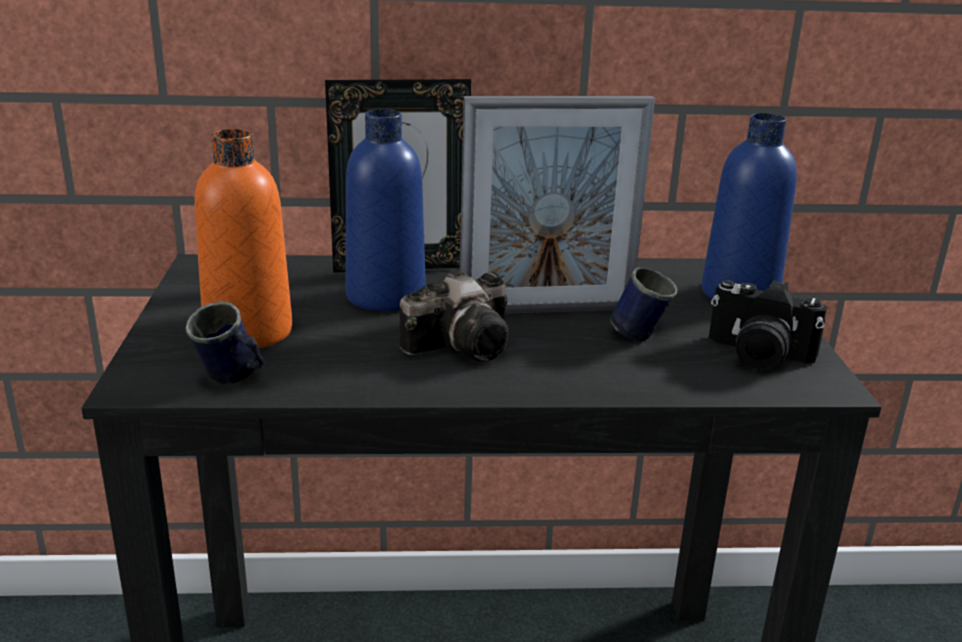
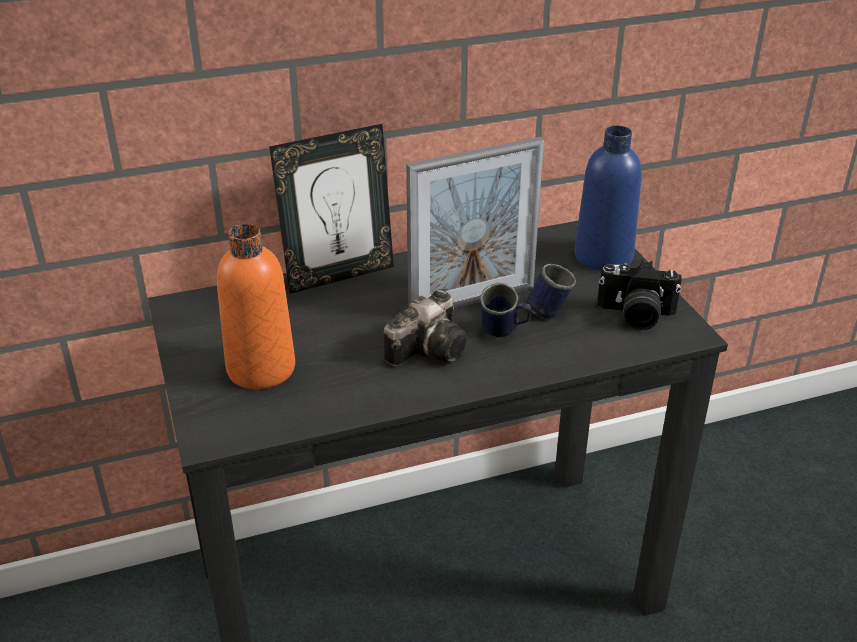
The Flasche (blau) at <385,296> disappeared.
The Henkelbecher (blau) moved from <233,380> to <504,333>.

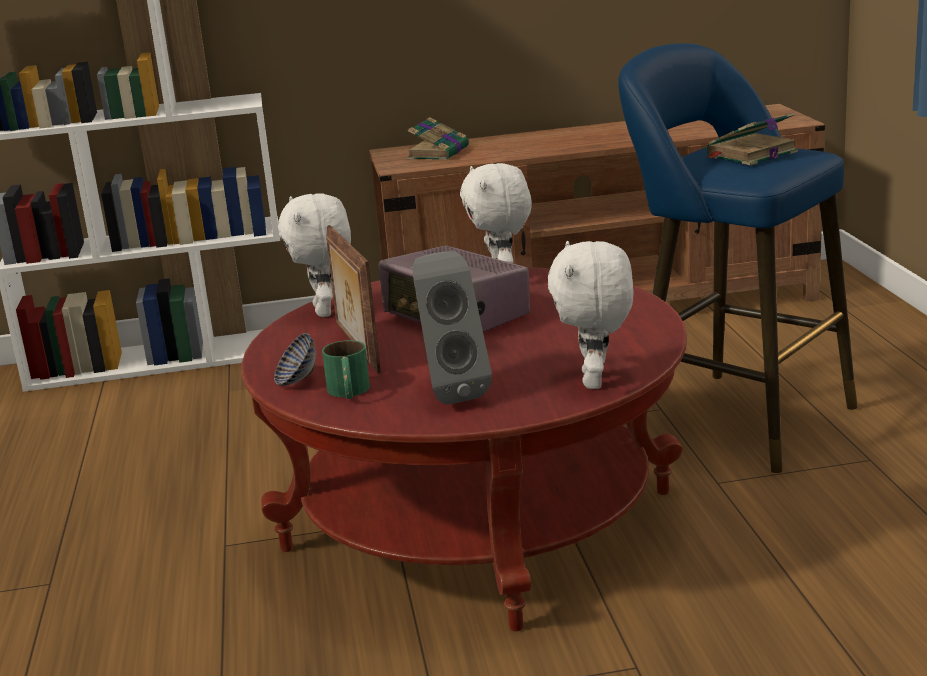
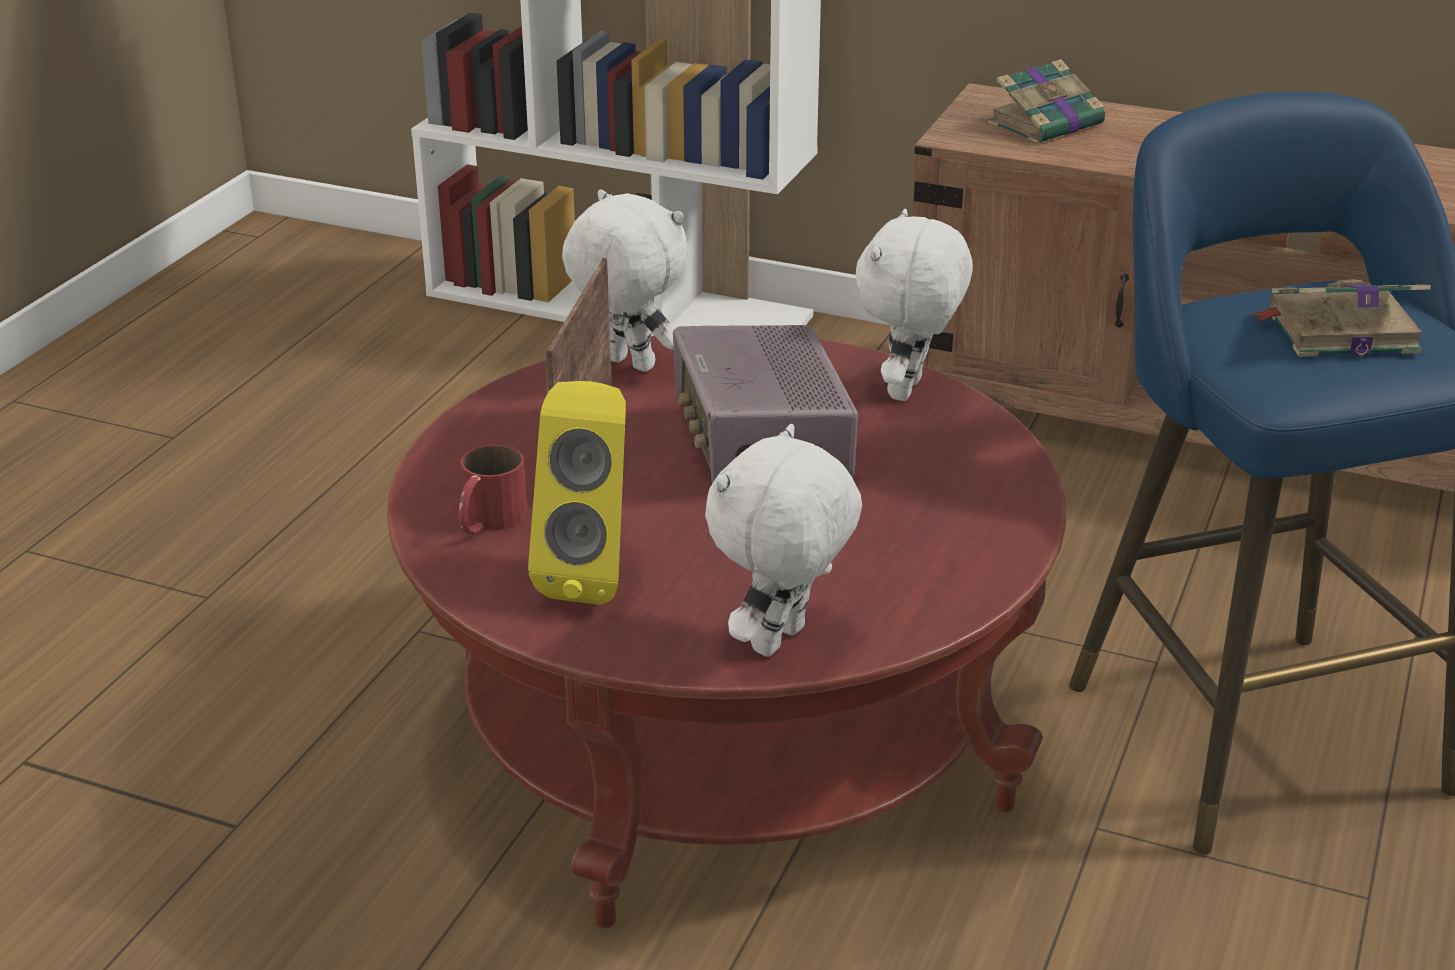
The Schüssel at <297,380> disappeared.
The Henkelbecher (grün) at <348,392> became the Henkelbecher (rot) at <487,521>.
The Lautsprecher (grau) at <449,392> became the Lautsprecher (gelb) at <593,575>.
The Plüschtier (weiß) at <326,311> turned 105 degrees clockwise.

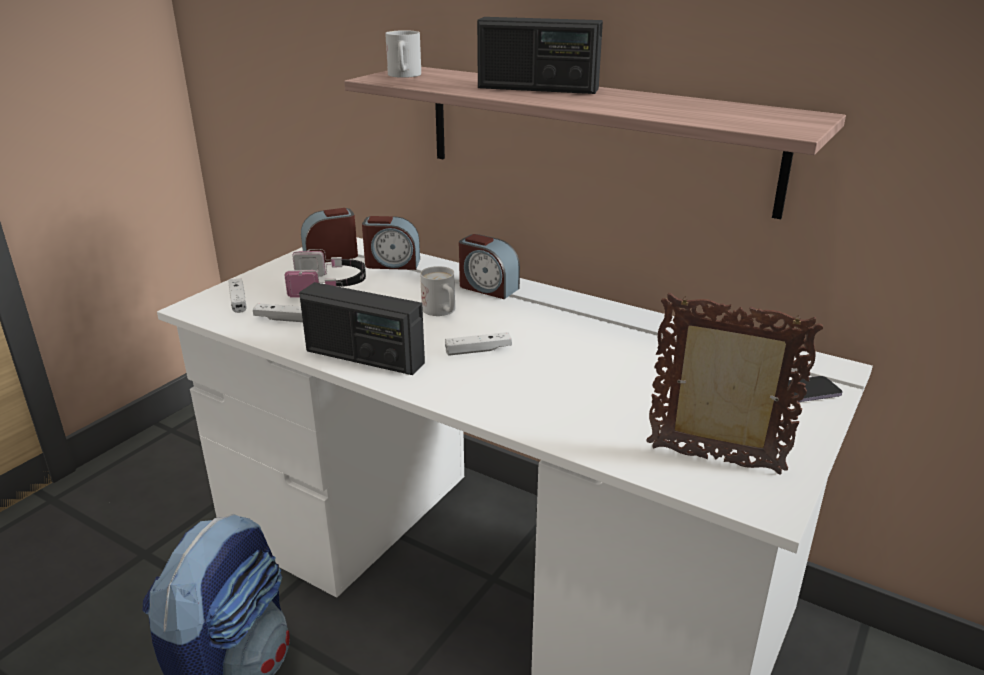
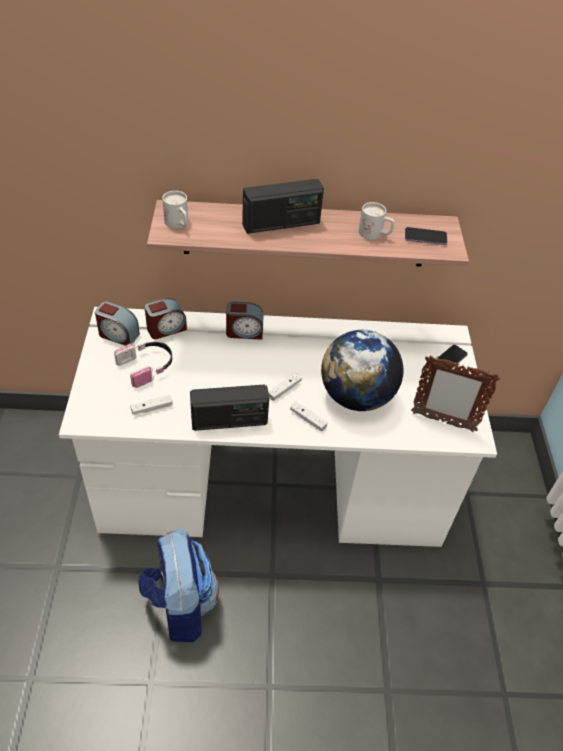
The Globus at <356,396> appeared.
The Handy at <425,237> appeared.
The Gamepad (weiß) moved from <238,301> to <308,419>.
The Henkelbecher (weiß) moved from <442,312> to <375,234>.
The Wecker at <331,256> turned 105 degrees counterclockwise.
The Bilderrahmen at <715,461> turned 150 degrees counterclockwise.

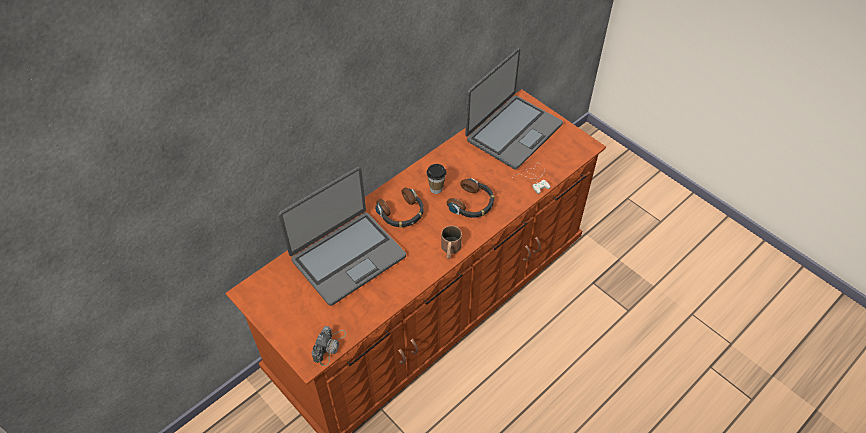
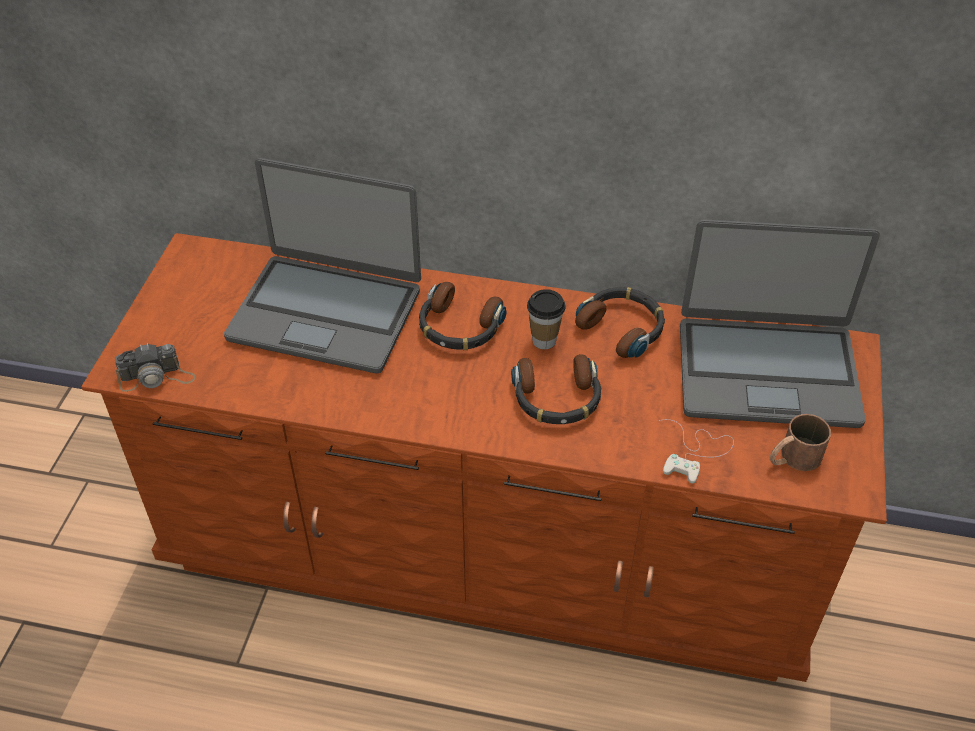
The Kopfhörer at <622,327> appeared.
The Henkelbecher (braun) moved from <450,250> to <792,458>.

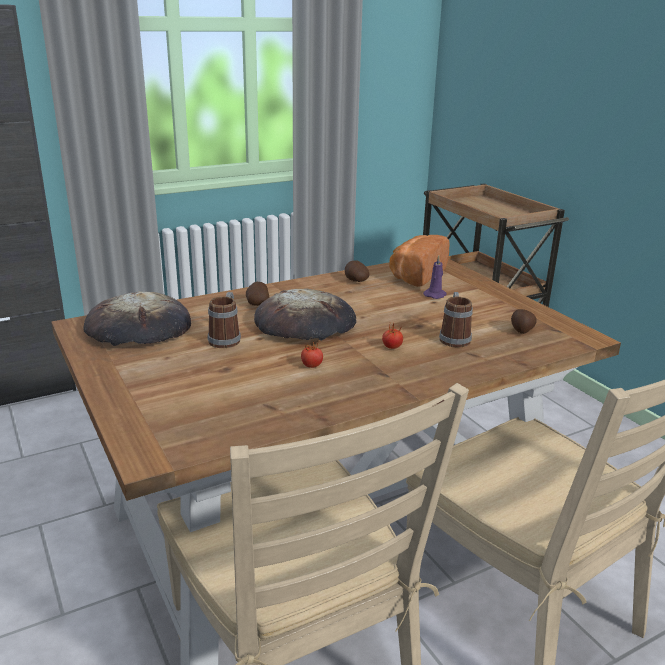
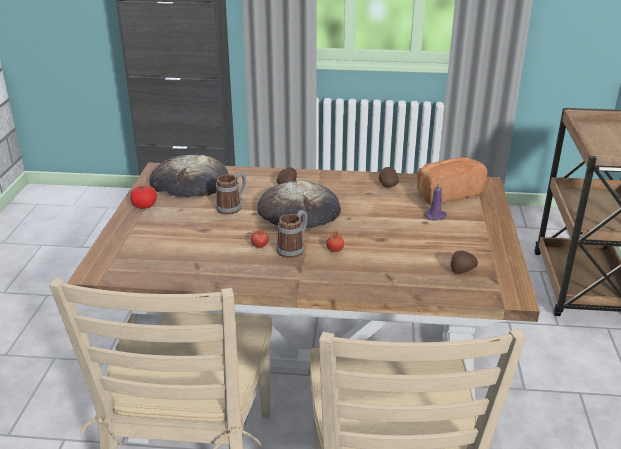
The Tomate at <144,206> appeared.
The Henkelbecher moved from <454,338> to <294,248>.

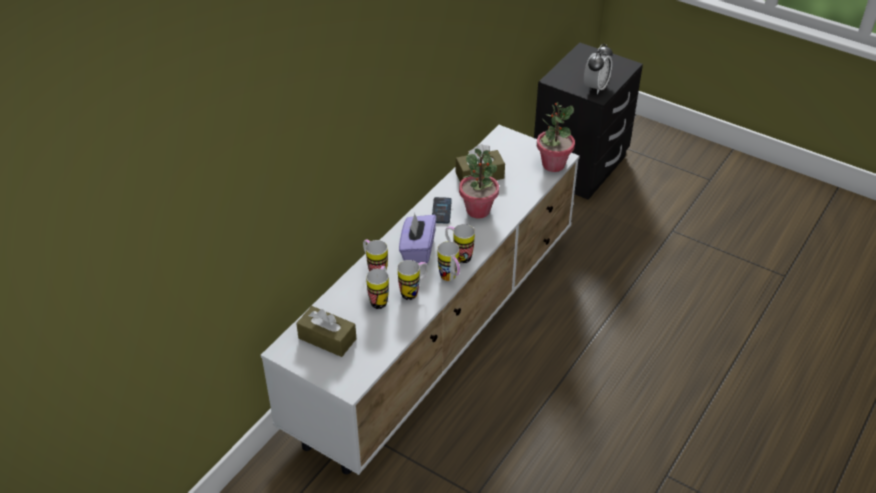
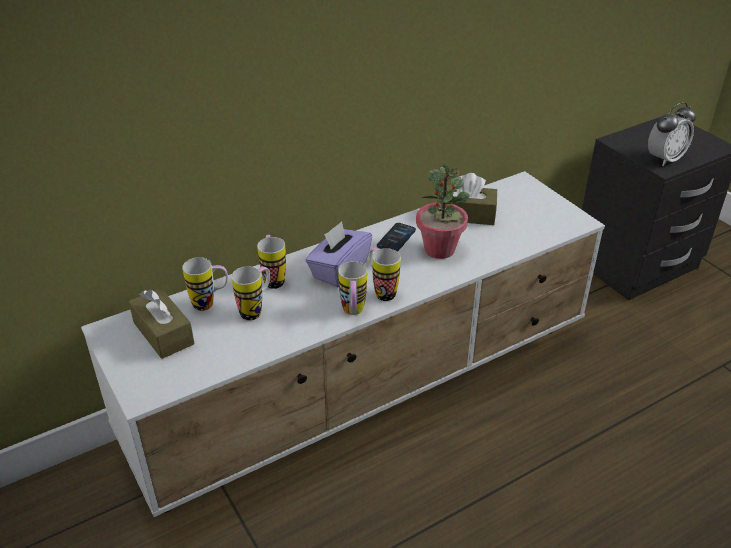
The Topfpflanze at <553,164> disappeared.
The Henkelbecher moved from <414,292> to <210,303>.

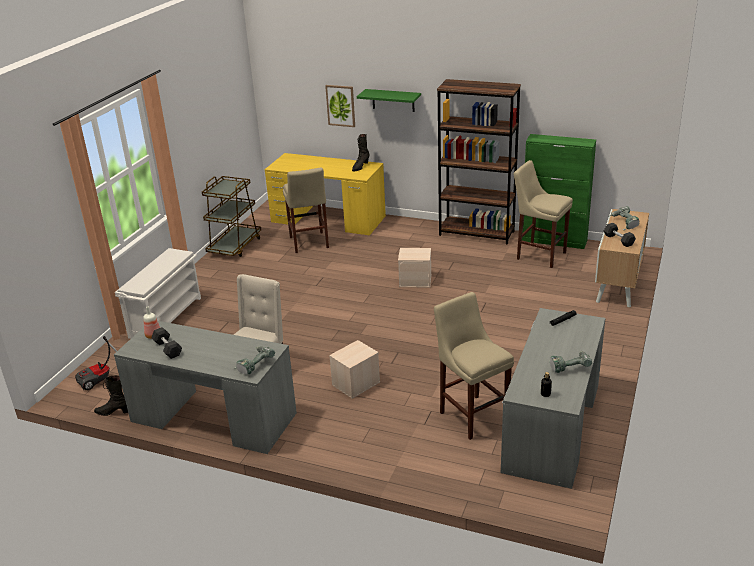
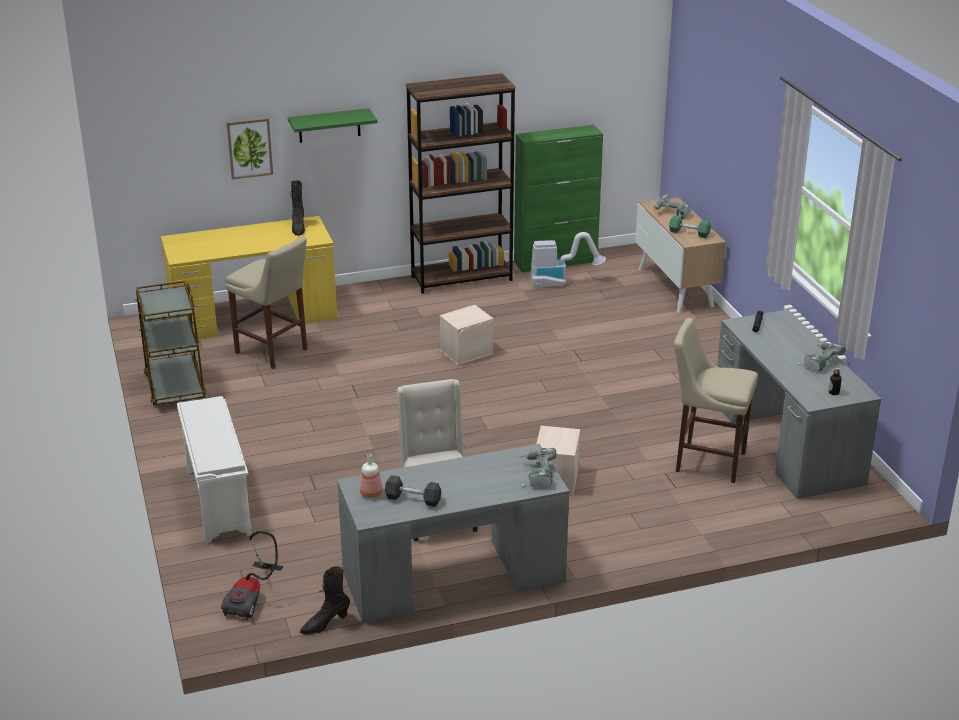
The Hocker (beige) at <539,255> was replaced by the Staubsauger at <560,282>.
The Hantel (grau) at <618,240> became the Hantel (grün) at <689,233>.

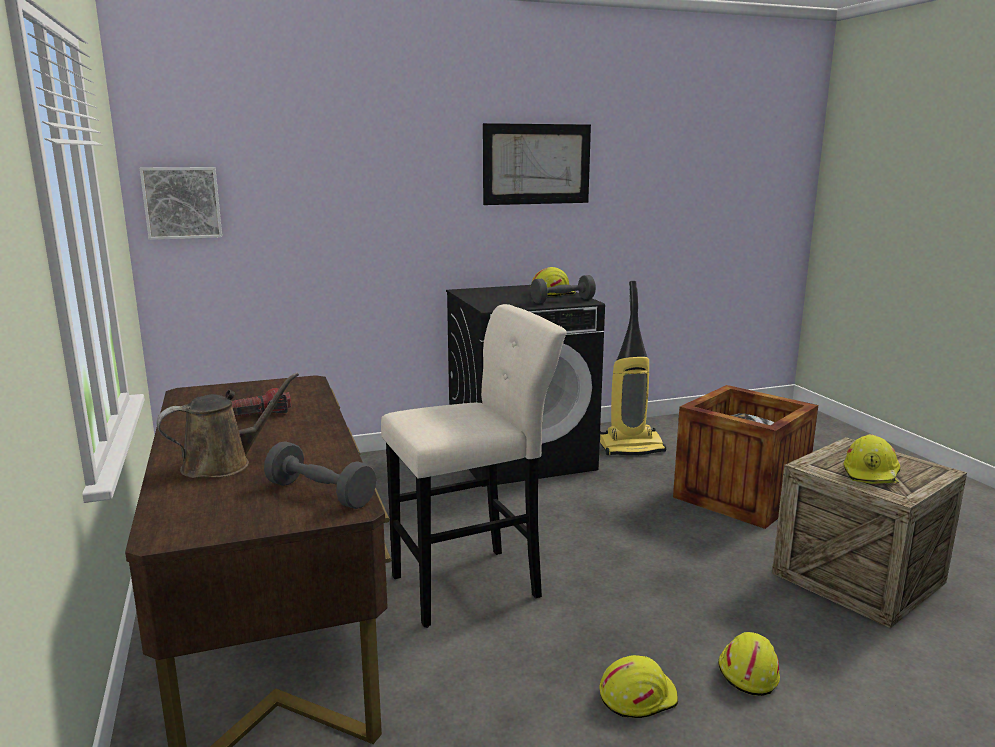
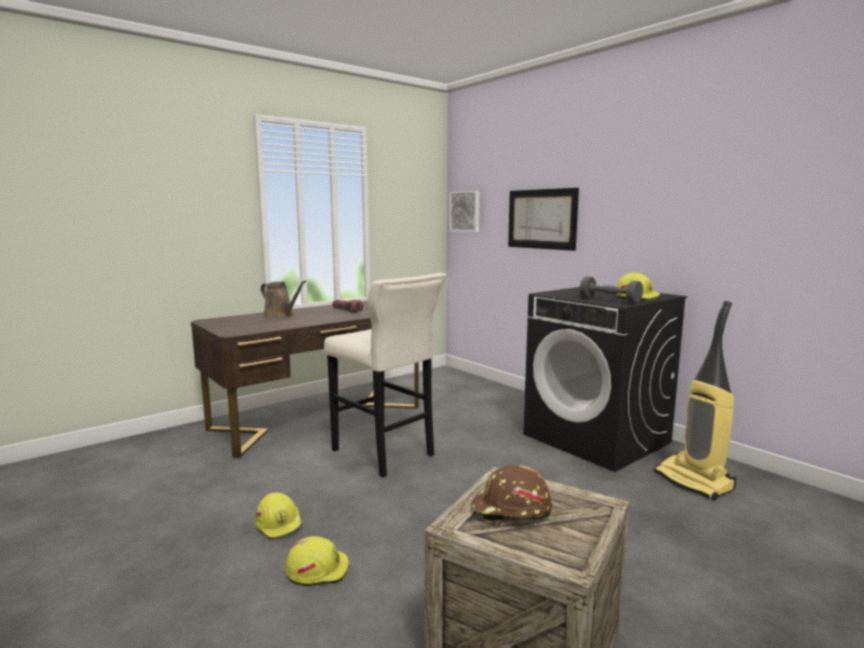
The Hantel (grau) at <320,494> disappeared.
The Kiste at <740,496> disappeared.
The Bild moved from <537,164> to <541,219>.
The Schutzhelm (gelb) at <871,473> became the Schutzhelm (braun) at <511,511>.

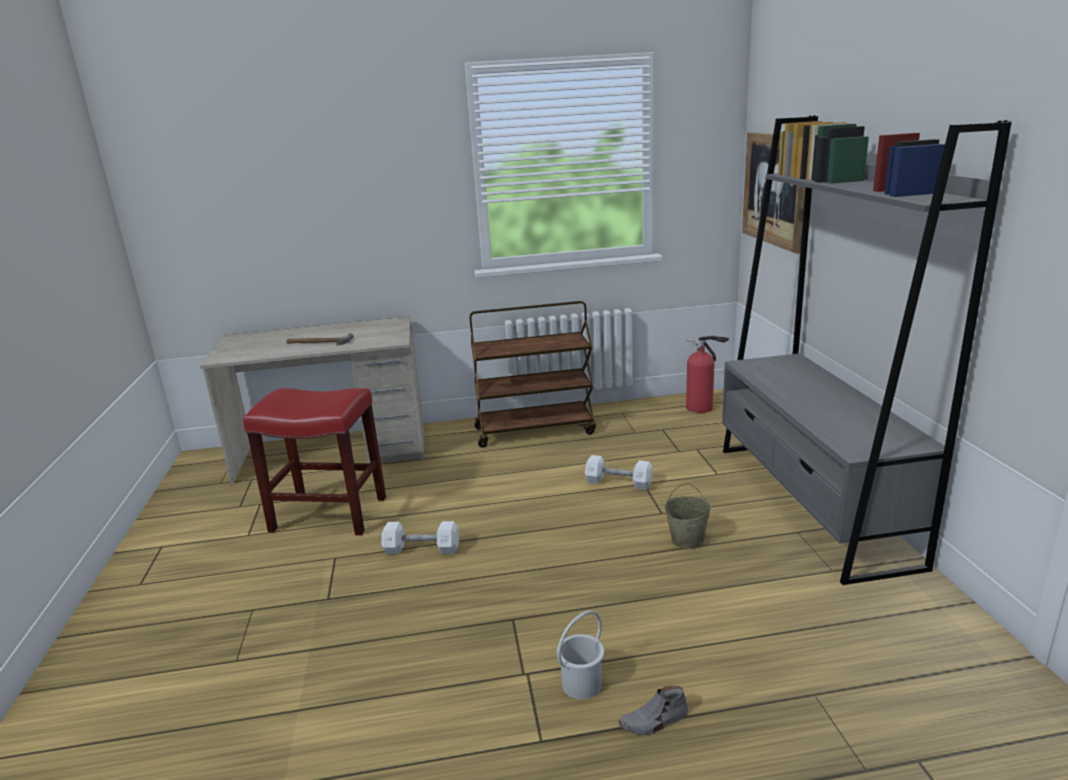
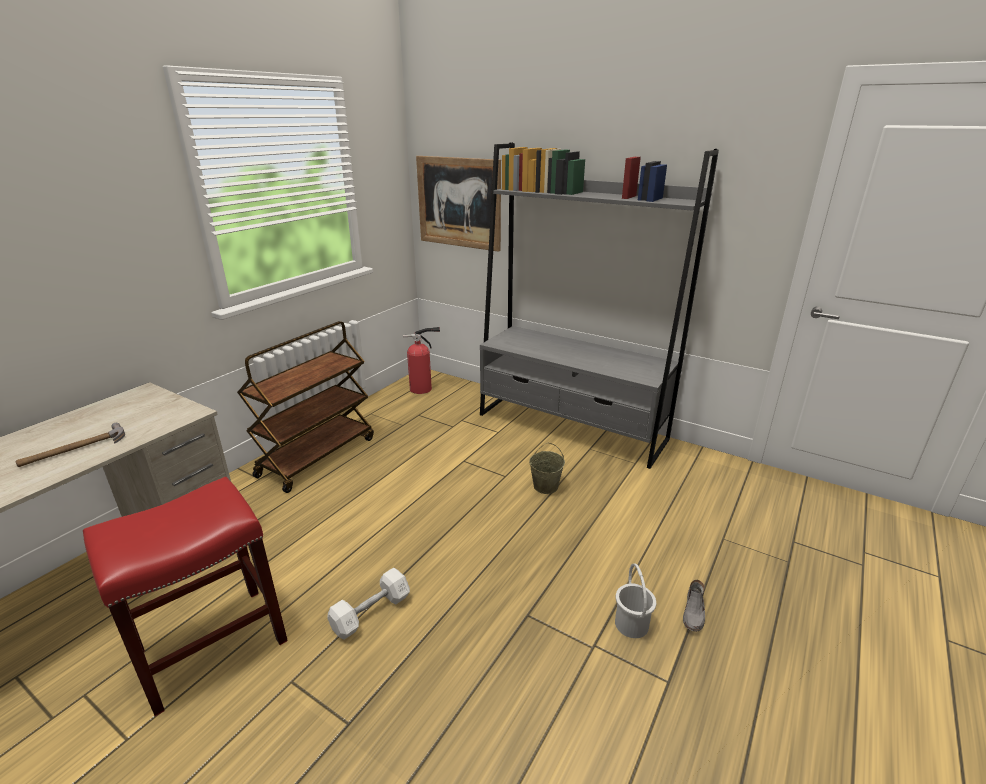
The Hantel (weiß) at <618,483> disappeared.

